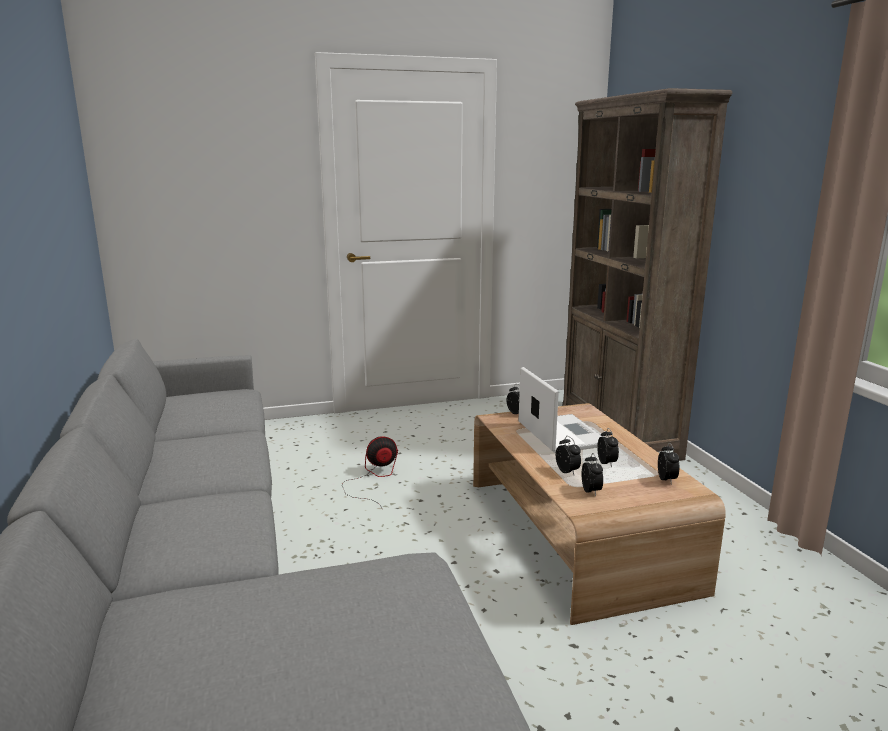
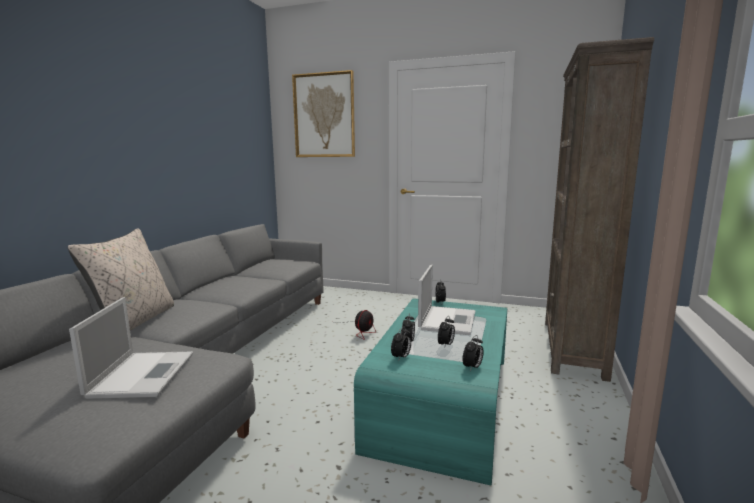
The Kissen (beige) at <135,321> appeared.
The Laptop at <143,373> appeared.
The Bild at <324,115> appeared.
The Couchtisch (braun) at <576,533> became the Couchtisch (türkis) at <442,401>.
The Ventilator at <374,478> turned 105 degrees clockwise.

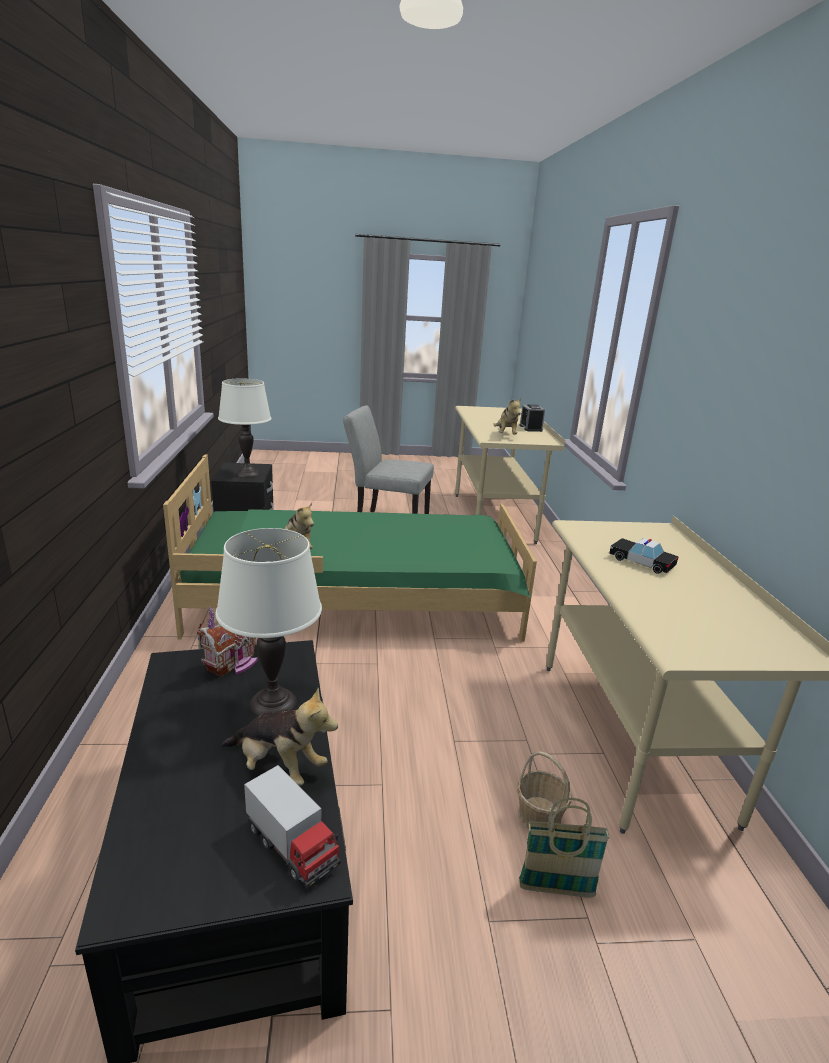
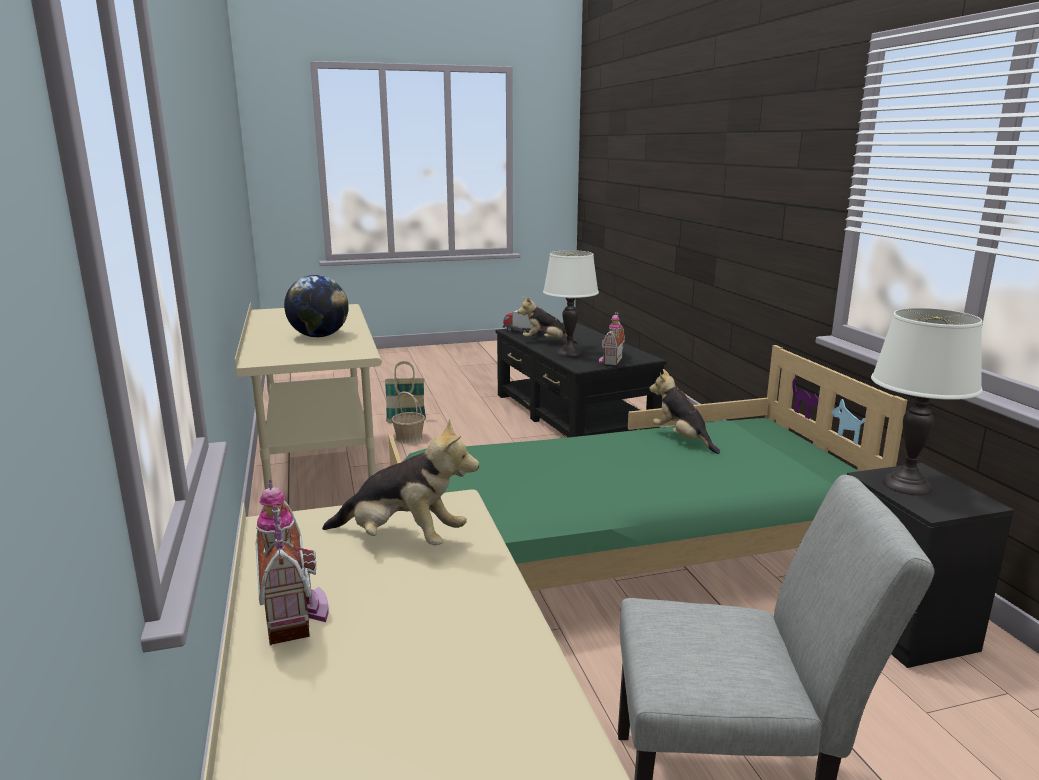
The Wecker at <530,428> was replaced by the Spielzeughaus at <296,613>.
The Spielzeugauto at <641,562> was replaced by the Globus at <319,336>.
The Plüschtier at <506,435> turned 120 degrees clockwise.

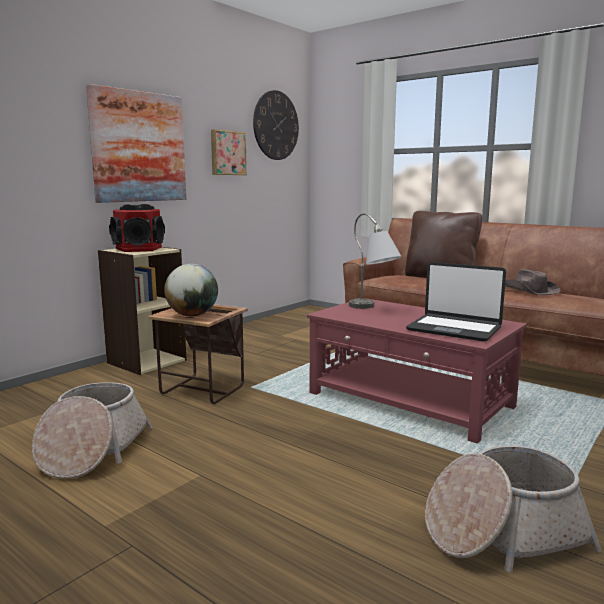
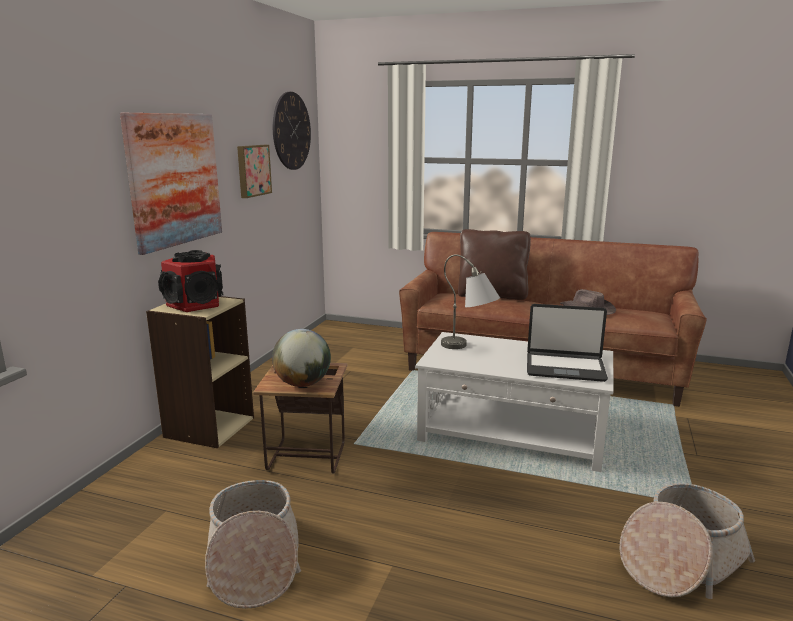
The Couchtisch (rot) at <410,400> became the Couchtisch (weiß) at <513,433>.

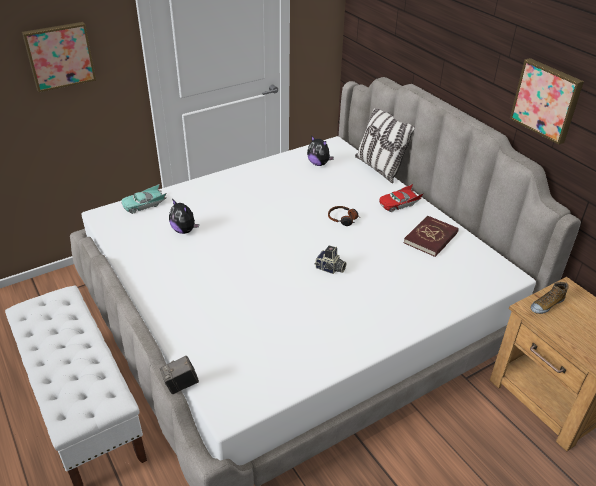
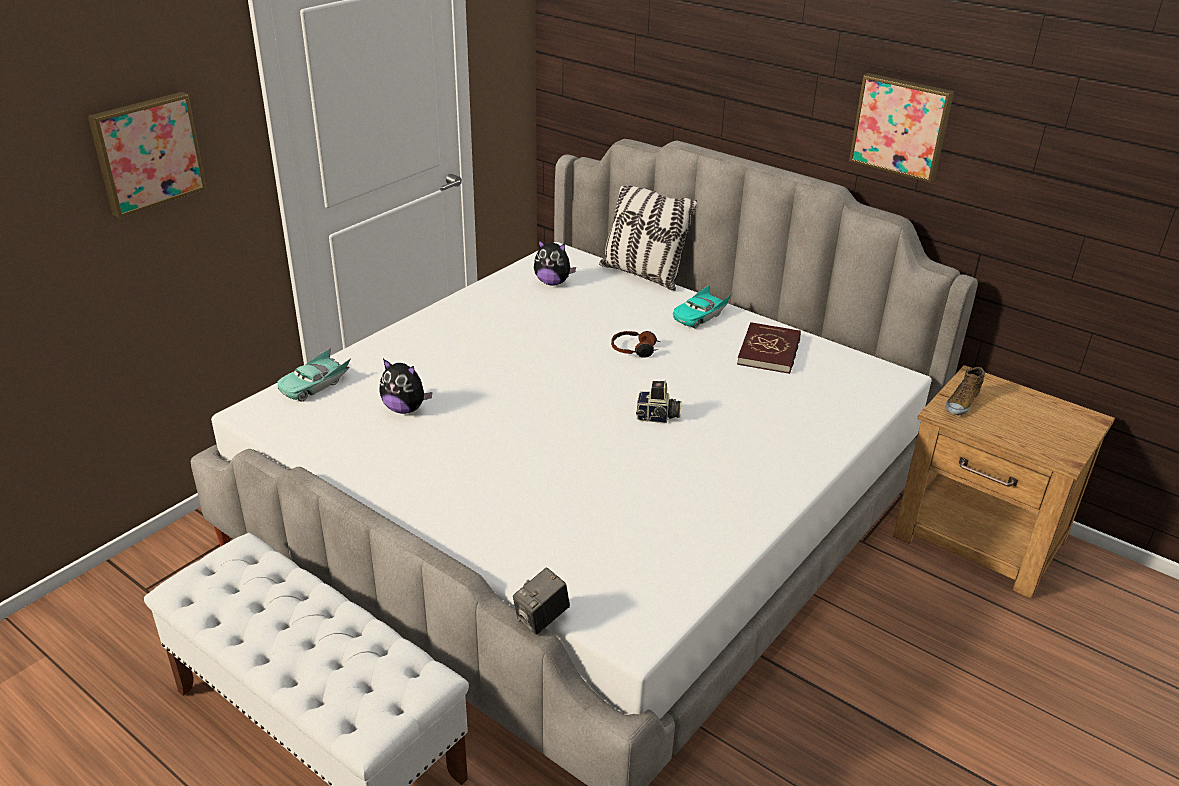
The Spielzeugauto (rot) at <399,204> became the Spielzeugauto (türkis) at <700,316>.

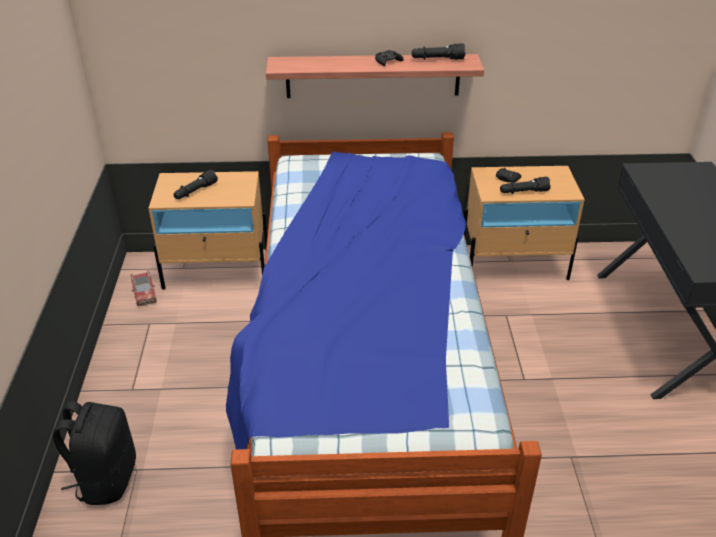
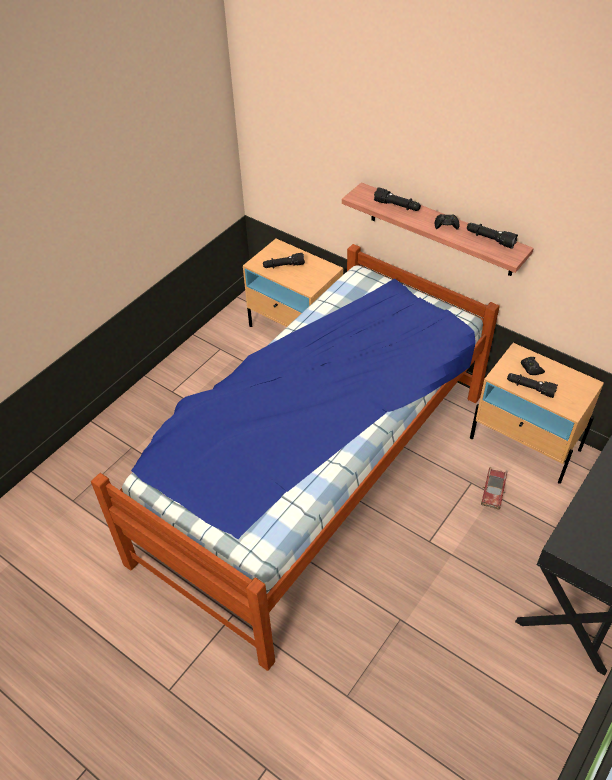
The Rucksack (schwarz) at <106,479> disappeared.
The Taschenlampe (schwarz) at <397,206> appeared.
The Spielzeugauto moved from <144,292> to <493,491>.

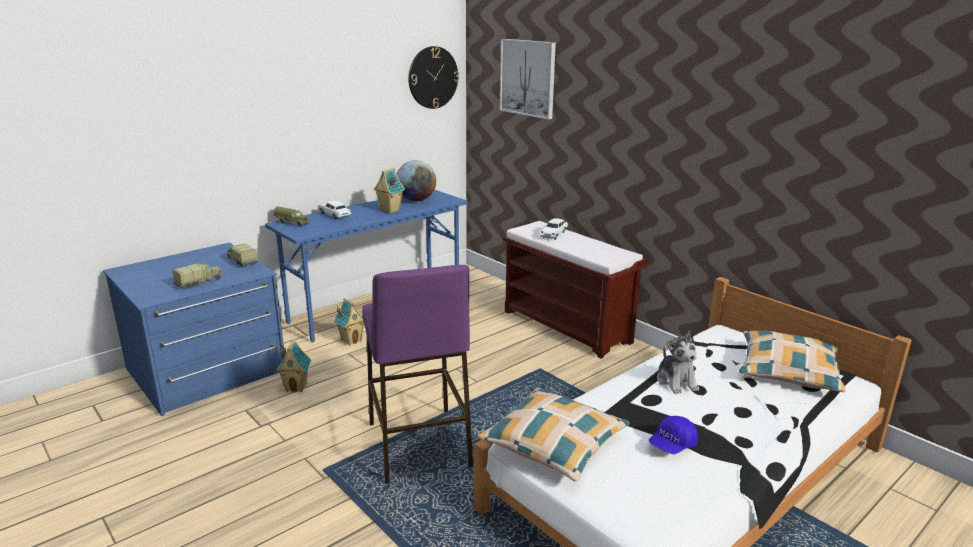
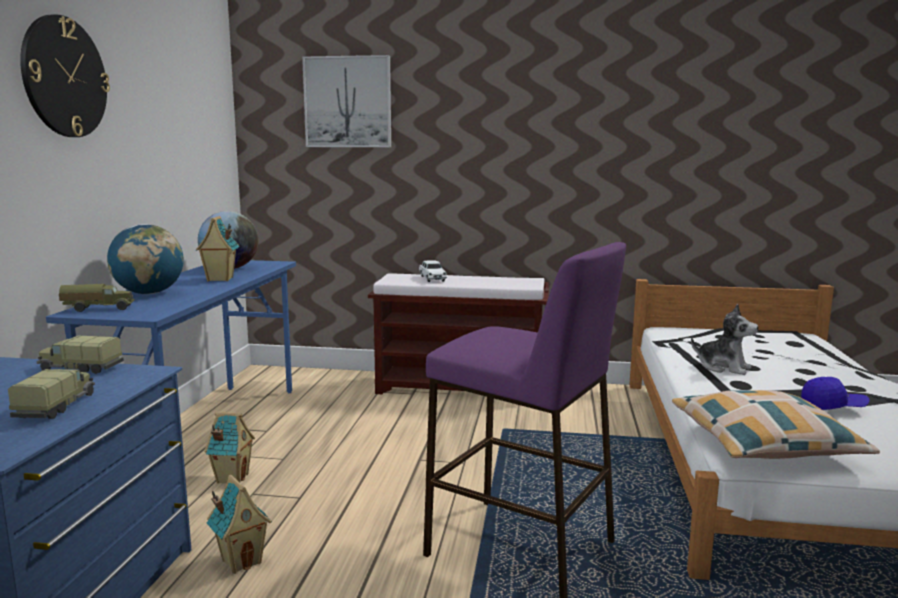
The Kissen at <788,371> disappeared.
The Wanduhr moved from <433,77> to <64,77>.
The Spielzeugauto (weiß) at <334,215> was replaced by the Globus at <149,293>.
The Kappe (blau) at <672,445> turned 90 degrees counterclockwise.

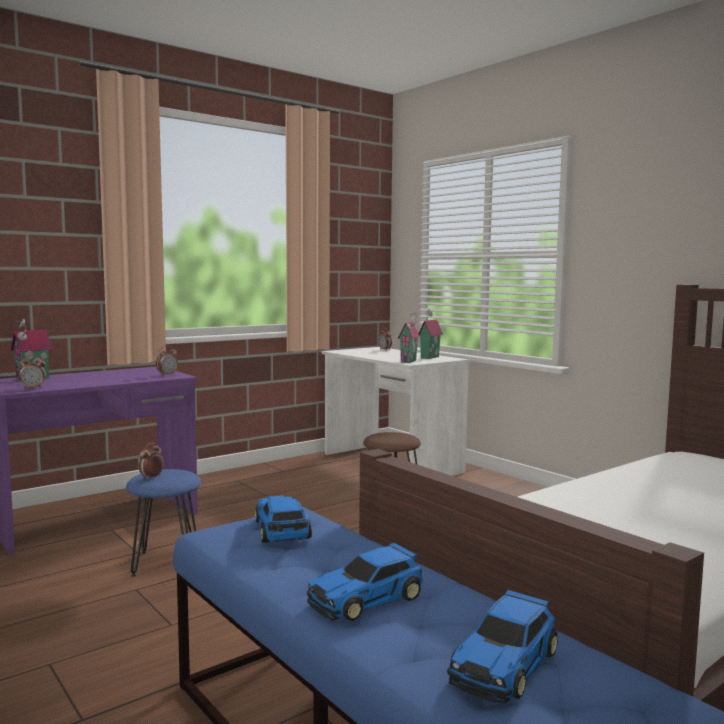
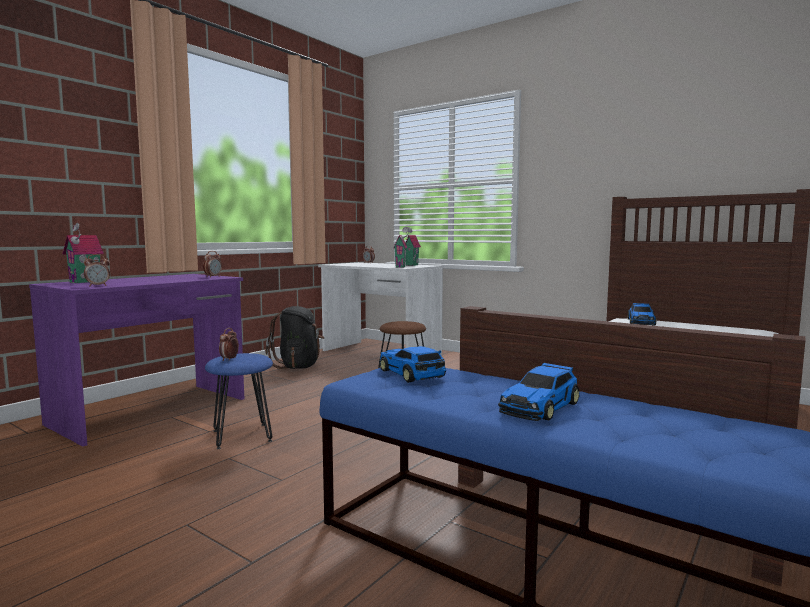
The Rucksack (schwarz) at <298,367> appeared.
The Spielzeugauto moved from <505,664> to <641,322>.

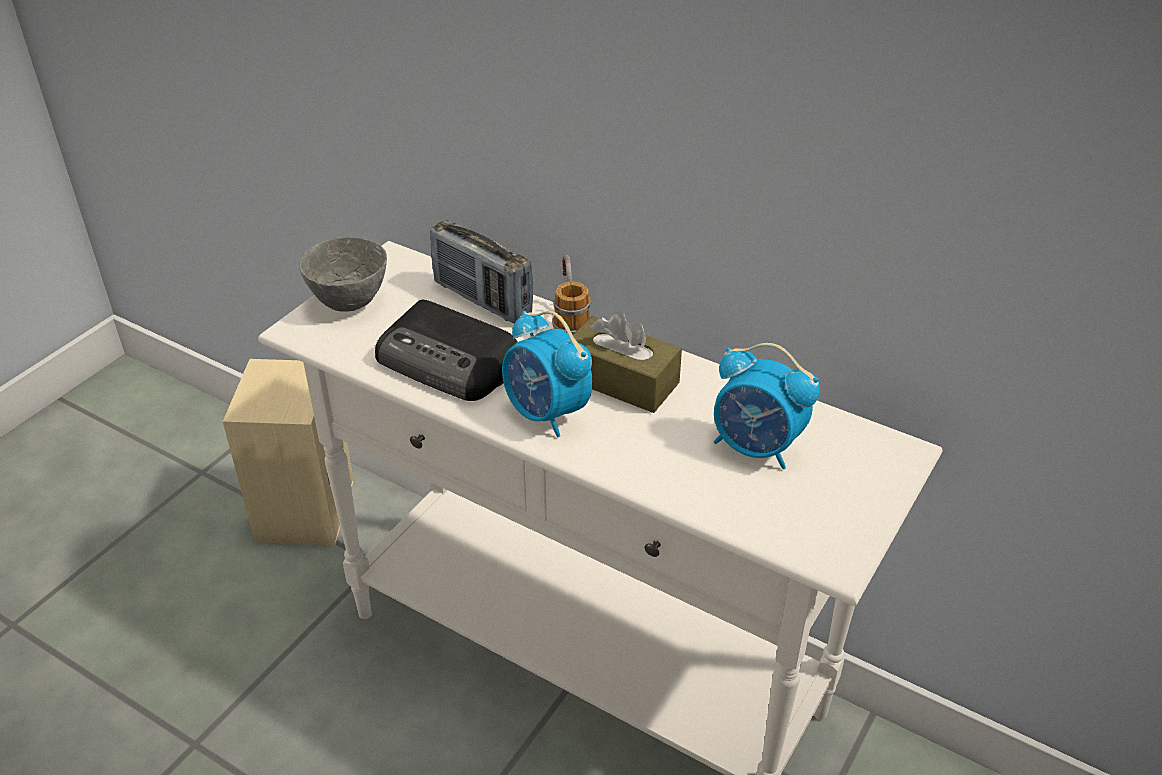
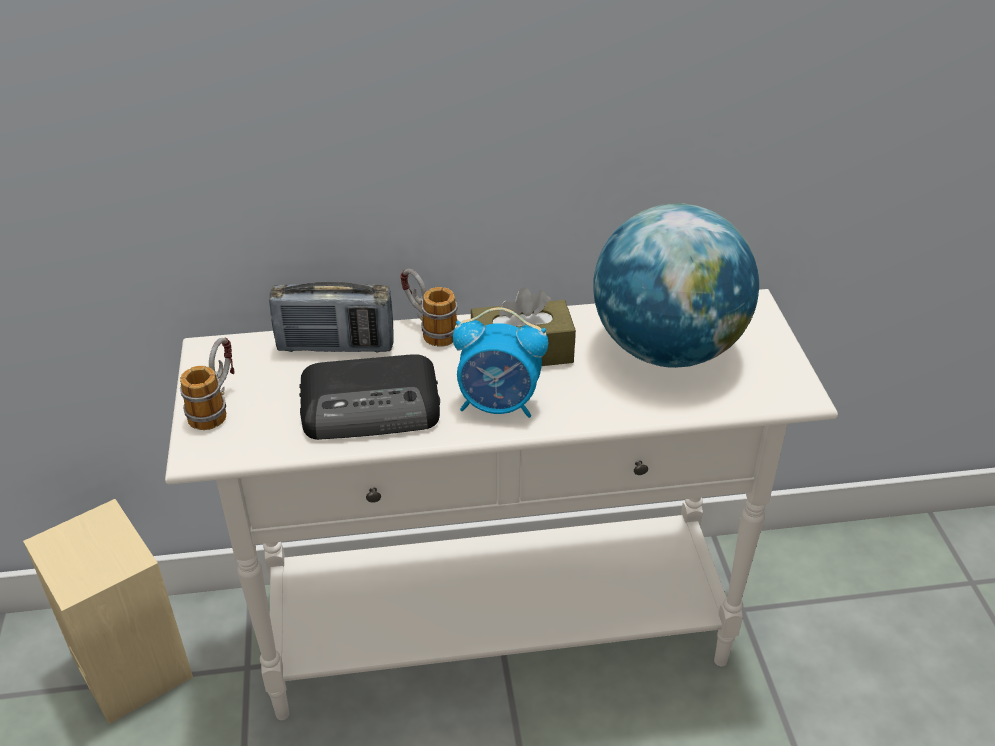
The Schüssel (grau) at <348,301> was replaced by the Henkelbecher at <217,405>.
The Wecker at <756,447> was replaced by the Globus at <667,349>.

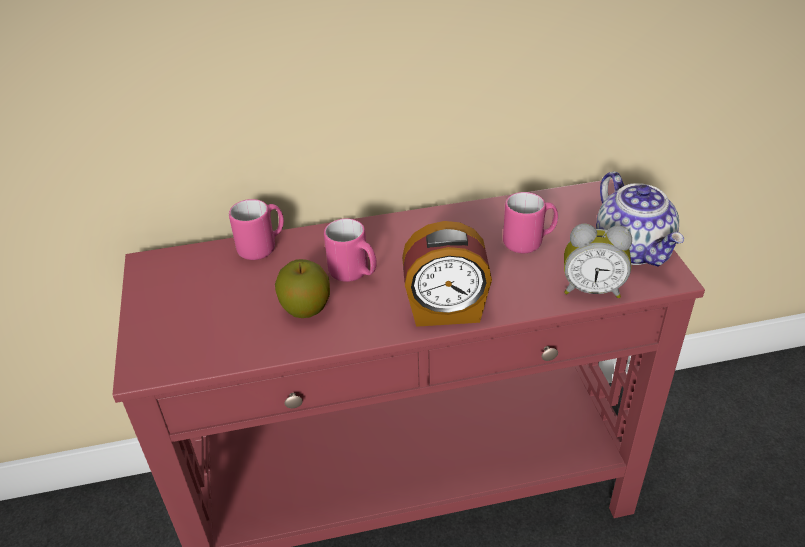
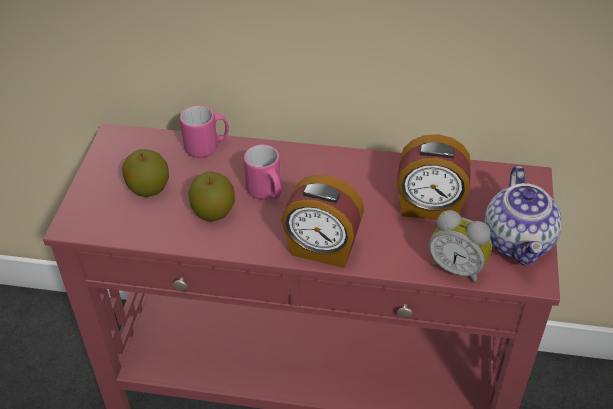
The Apfel at <149,189> appeared.
The Henkelbecher (rosa) at <529,242> was replaced by the Wecker at <429,207>.

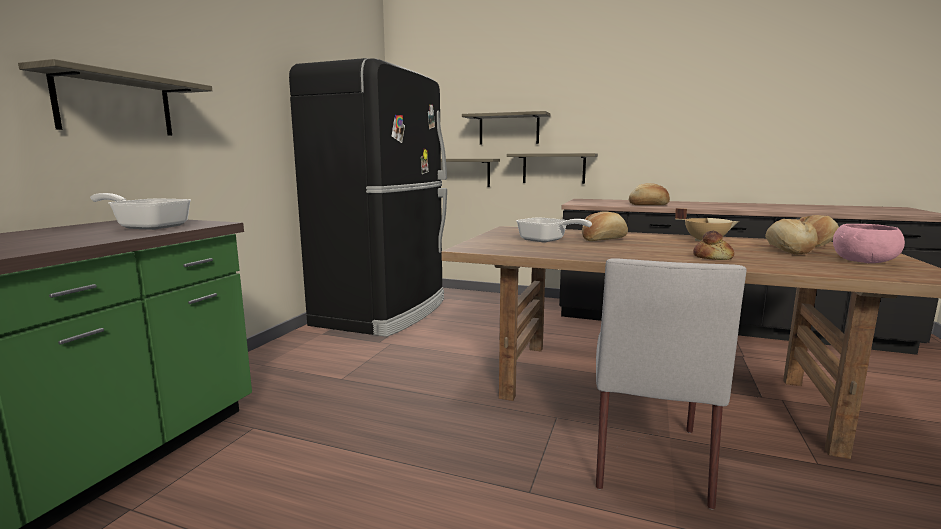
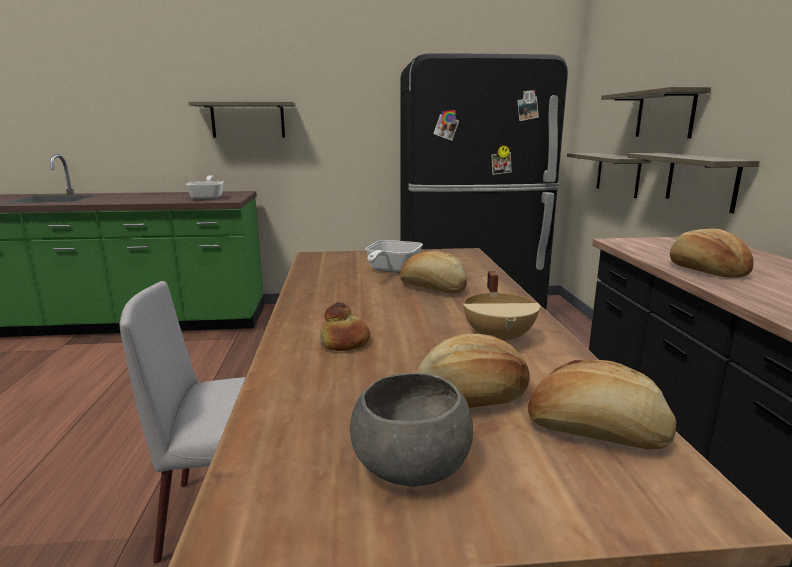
The Schüssel (rosa) at <863,261> became the Schüssel (grau) at <410,463>.

